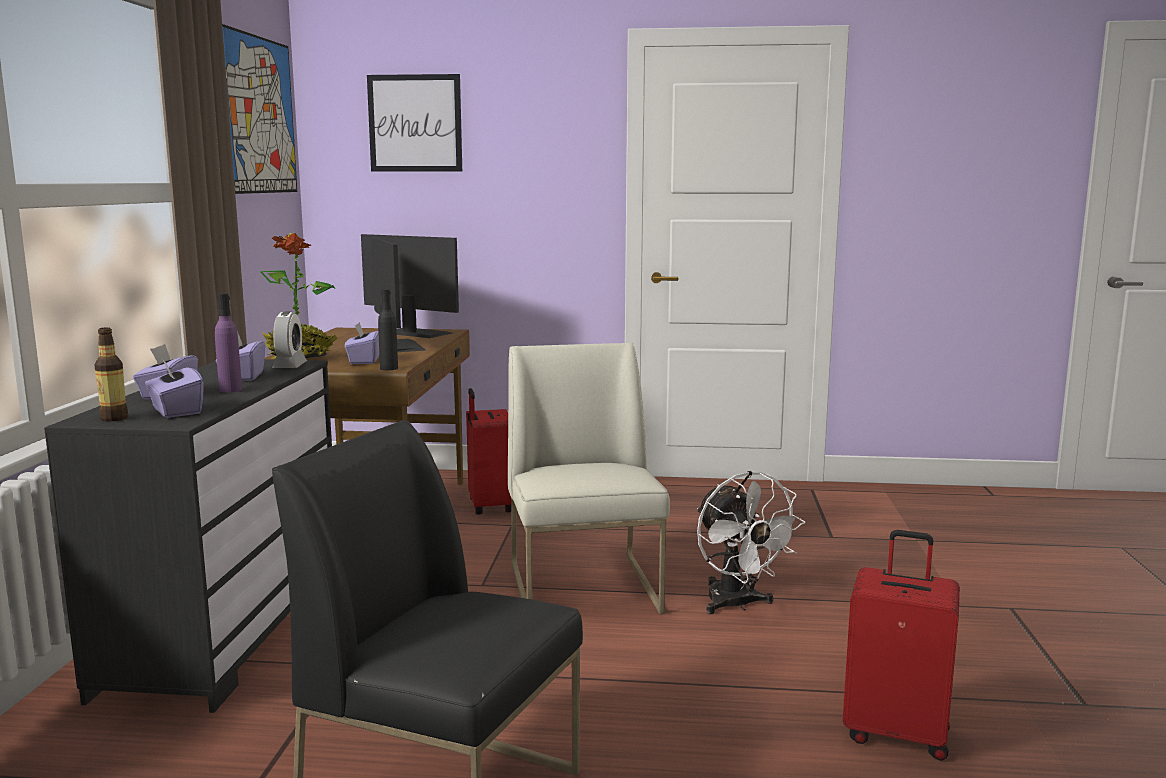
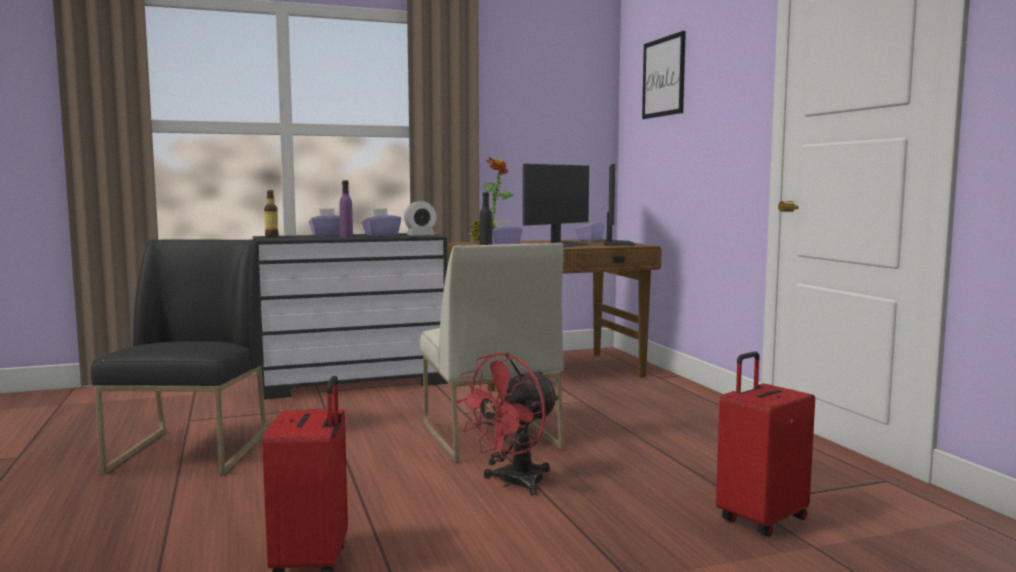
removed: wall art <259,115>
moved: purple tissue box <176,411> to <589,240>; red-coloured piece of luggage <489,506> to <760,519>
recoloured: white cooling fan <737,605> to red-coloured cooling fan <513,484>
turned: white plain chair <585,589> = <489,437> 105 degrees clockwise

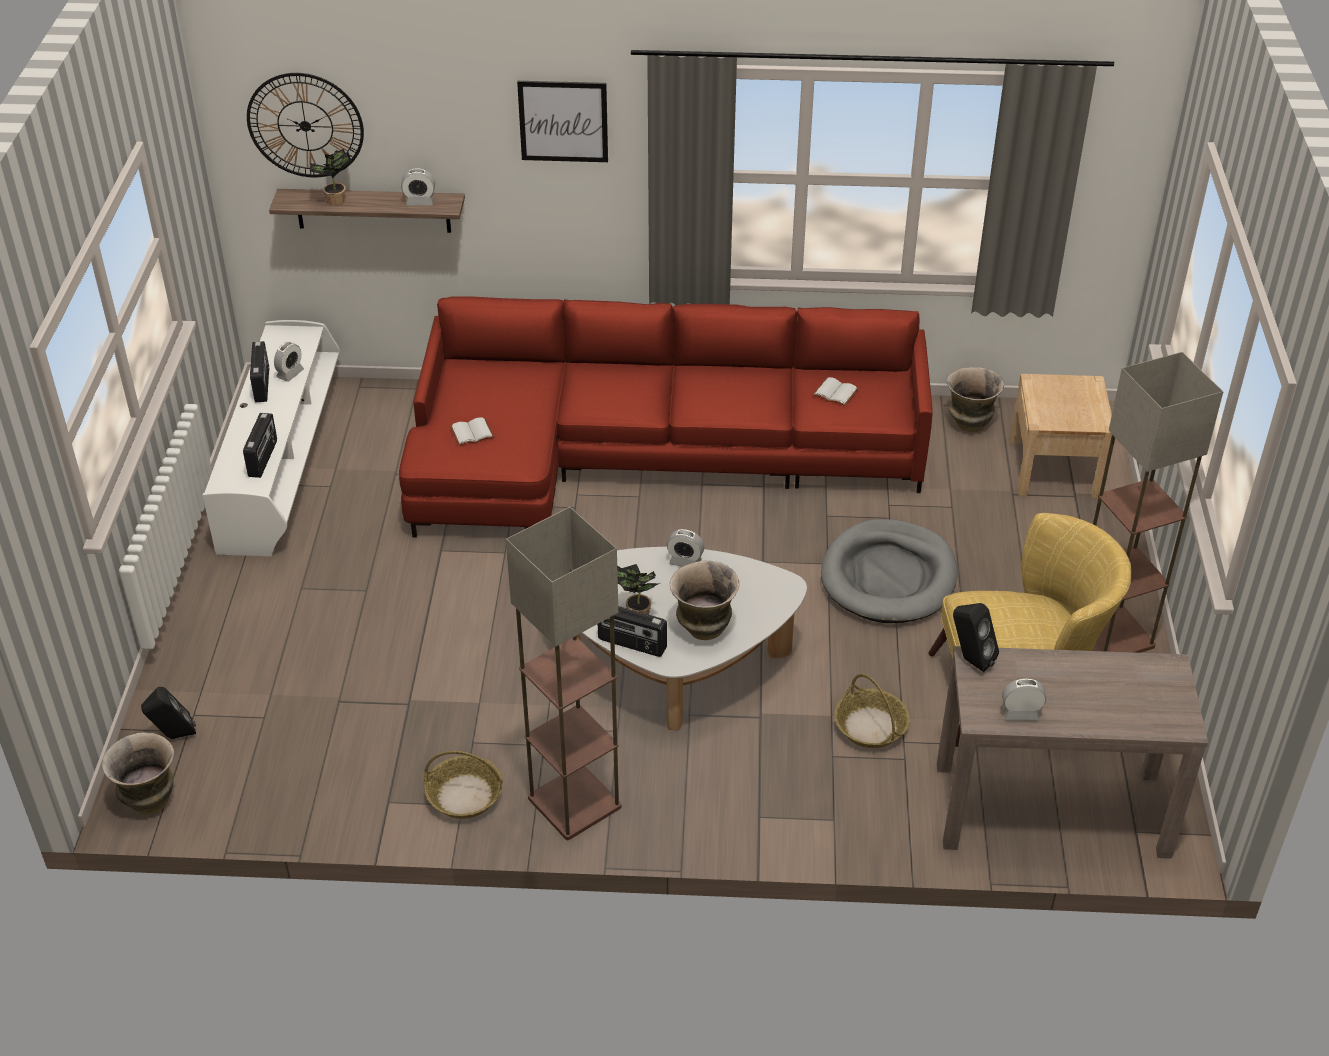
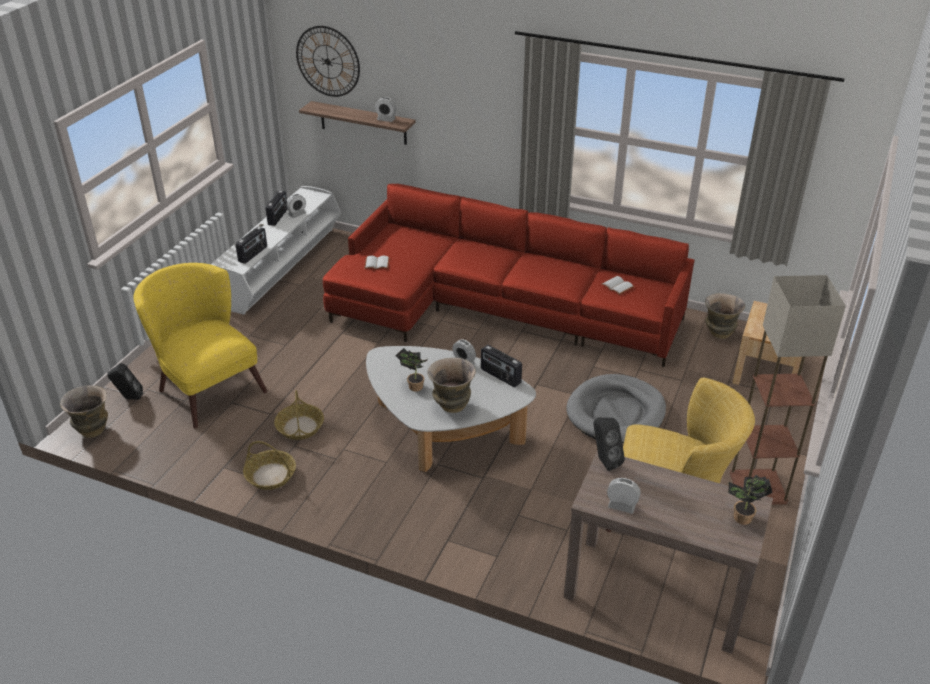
removed: wall art <563,121>; floor lamp <572,802>
added: yellowish easy chair <207,386>
moved: plant in a pot <335,202> to <741,520>; radio set <632,644> to <500,376>; storage basket <870,726> to <300,427>

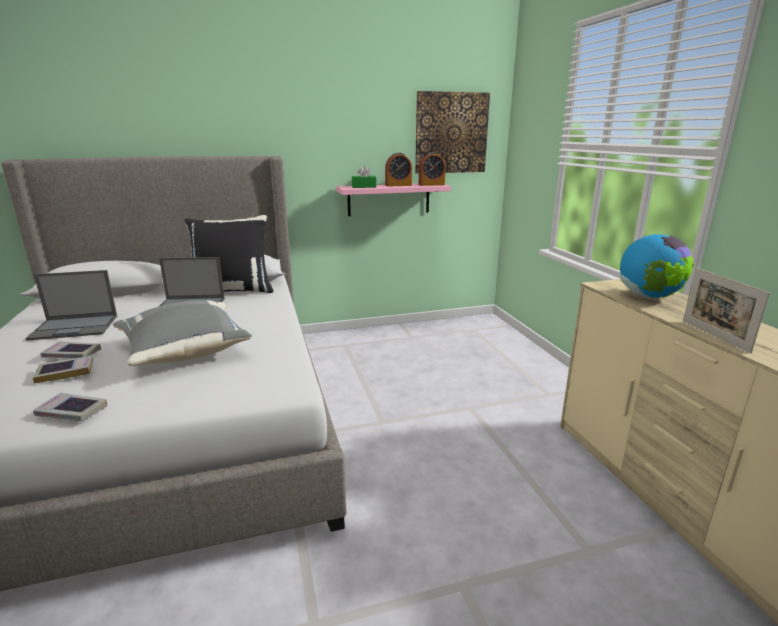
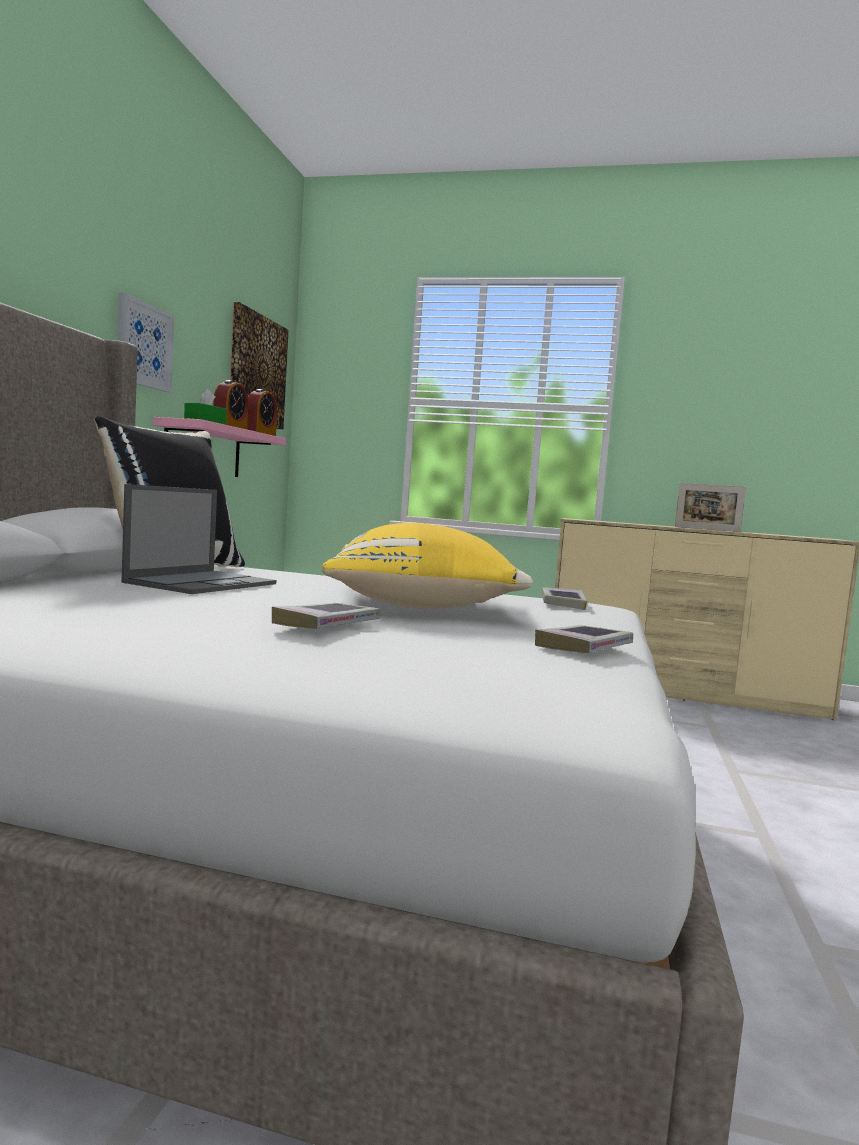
removed: desk globe <649,297>; portable computer <75,327>
added: wall art <144,345>
moved: book <65,372> to <562,603>
recoloured: grey throw pillow <185,352> to yellowish throw pillow <422,607>

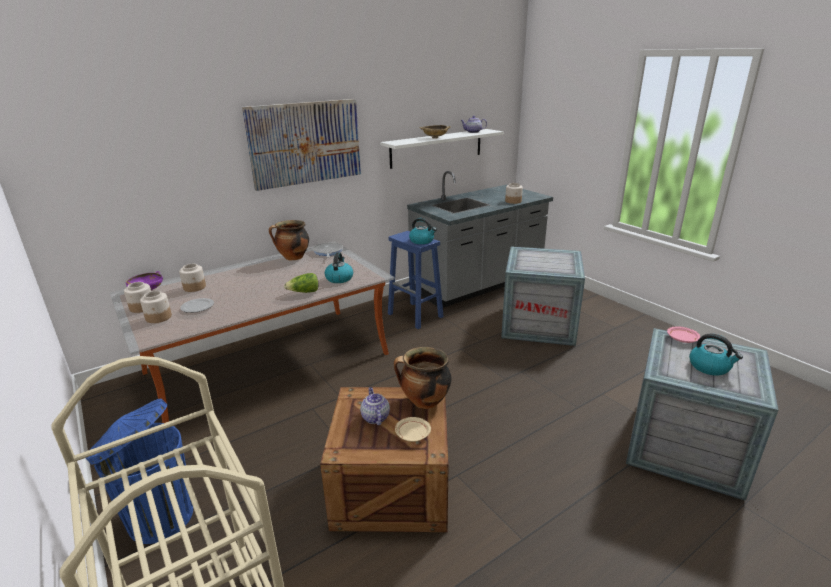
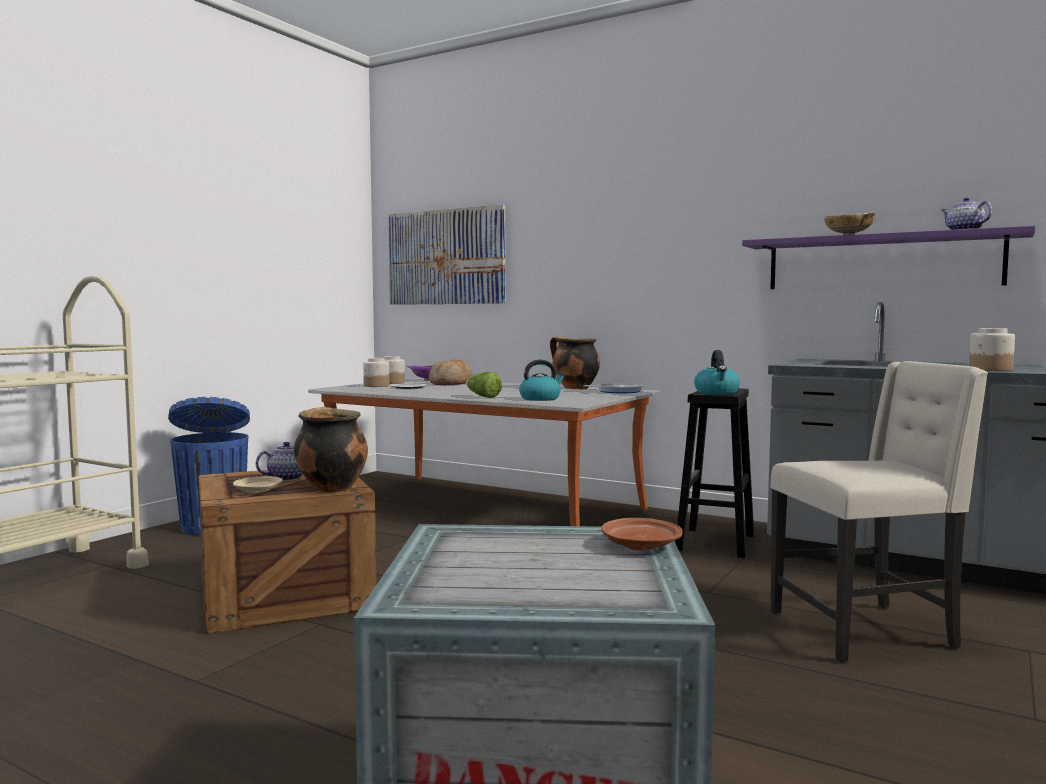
removed: water kettle <710,367>
moved: wall art <305,143> to <446,257>
replaced: crate <539,324> to beige-coloured plain chair <865,630>; preserve jar <195,287> to bread <451,384>
recoloured: white wall shelf <437,148> to purple wall shelf <881,262>; blue sitting stool <416,315> to blackish sitting stool <715,543>; pinkish dinner plate <682,339> to brown-coloured dinner plate <640,545>

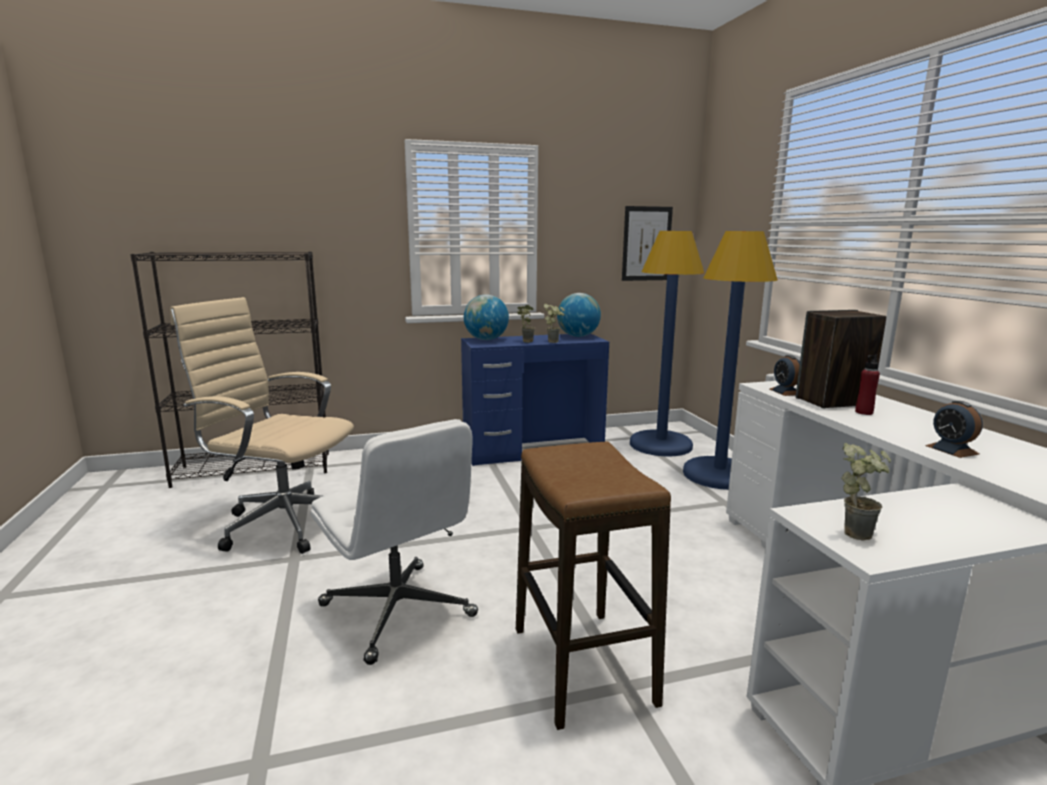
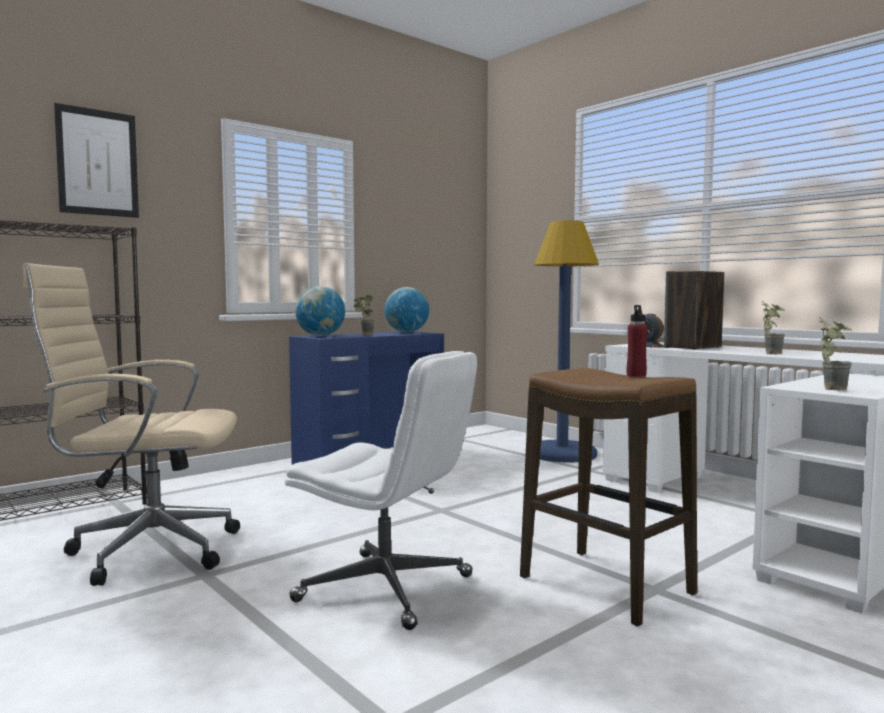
removed: blue floor lamp <660,445>; table clock <952,450>
moved: wall art <646,243> to <97,162>; plant in a pot <554,341> to <771,353>; red-coloured bottle <864,412> to <636,375>

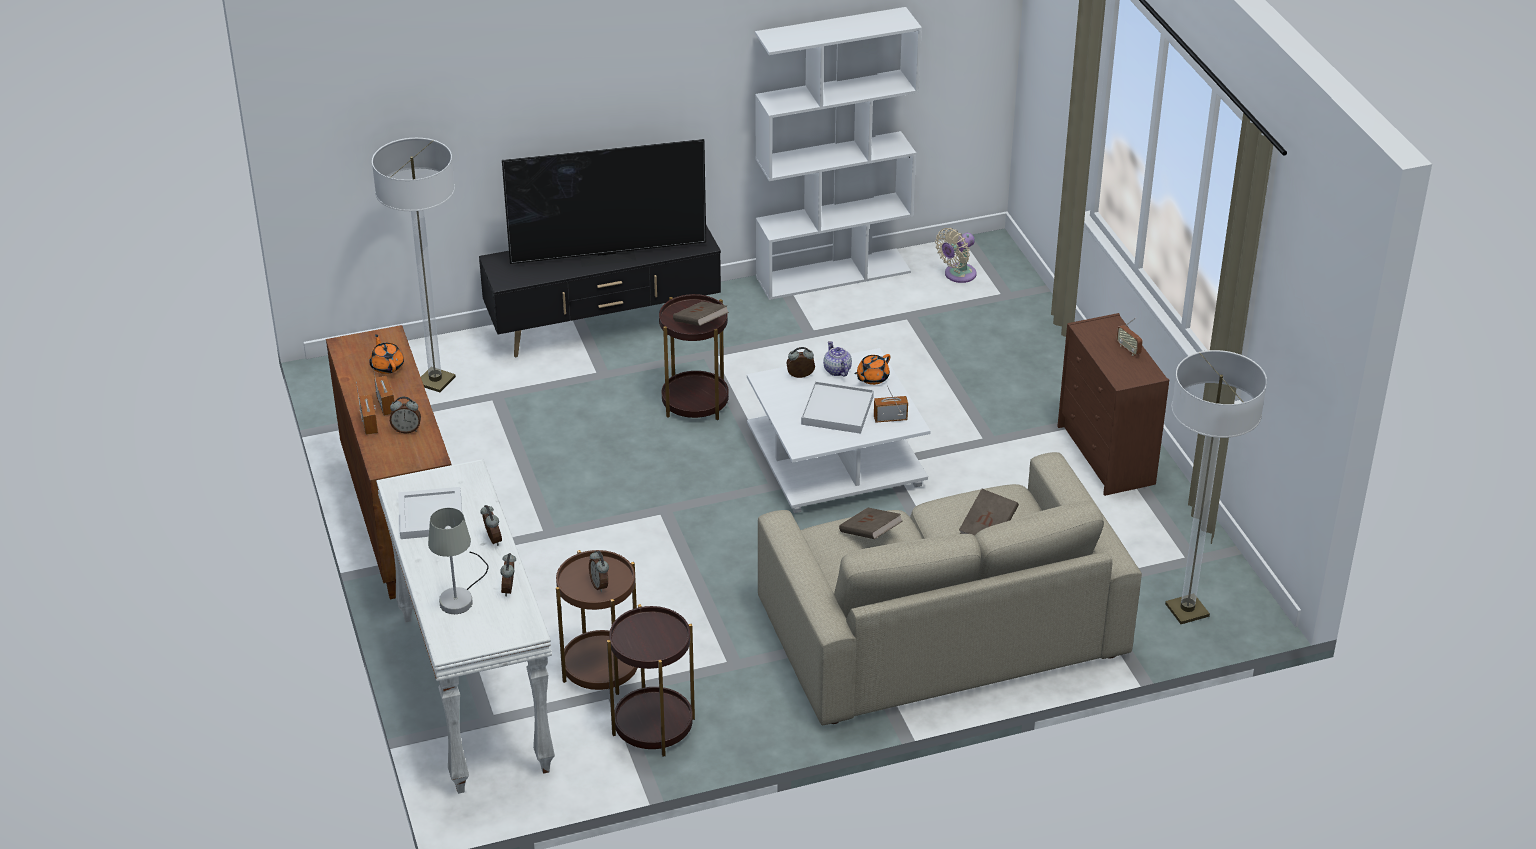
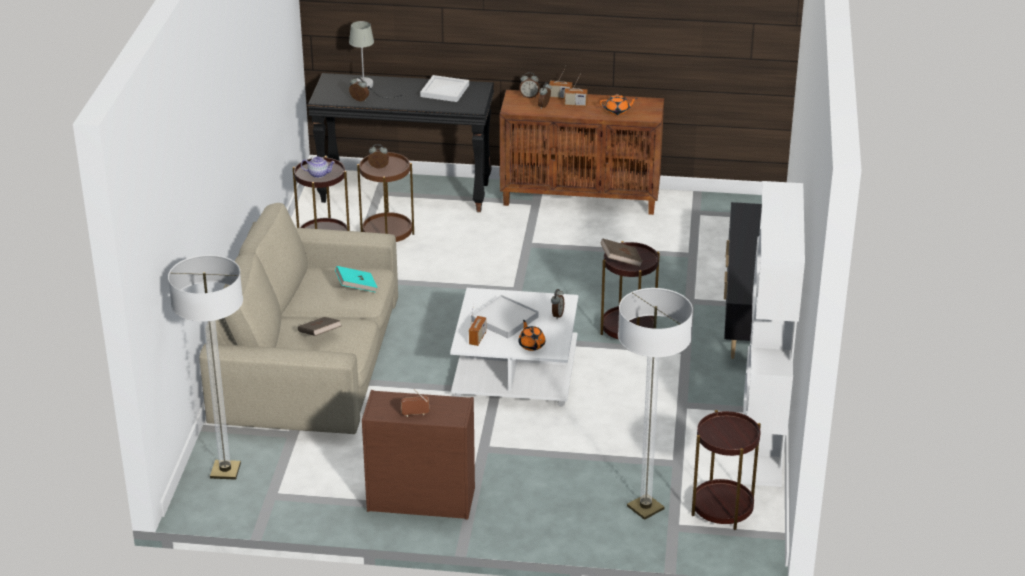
removed: TV set <608,255>
moved: floor lamp <435,381> to <645,508>; tea pot <836,370> to <319,174>; table clock <492,540> to <529,96>
replaced: beige-coloured cooling fan <957,275> to brown-coloured end table <722,509>
recoloured: white console table <472,692> to blackish console table <406,192>; brown-coloured book <870,534> to turquoise book <356,287>

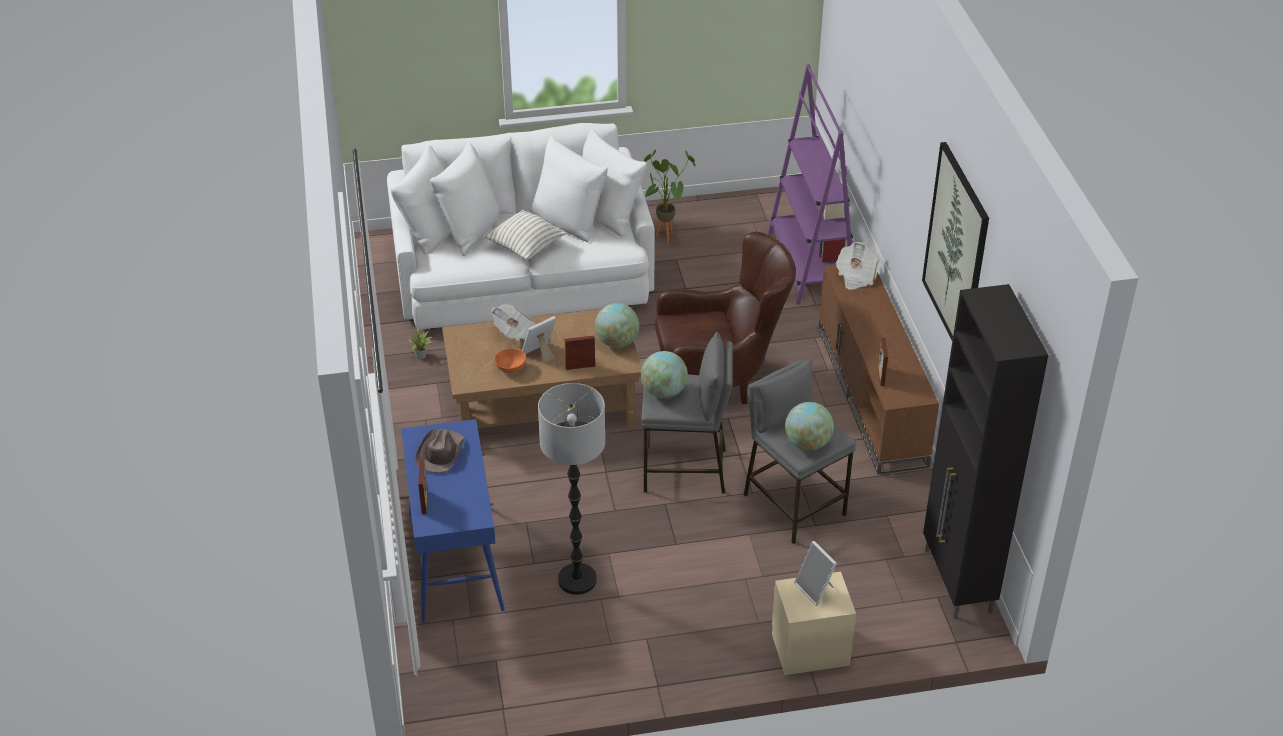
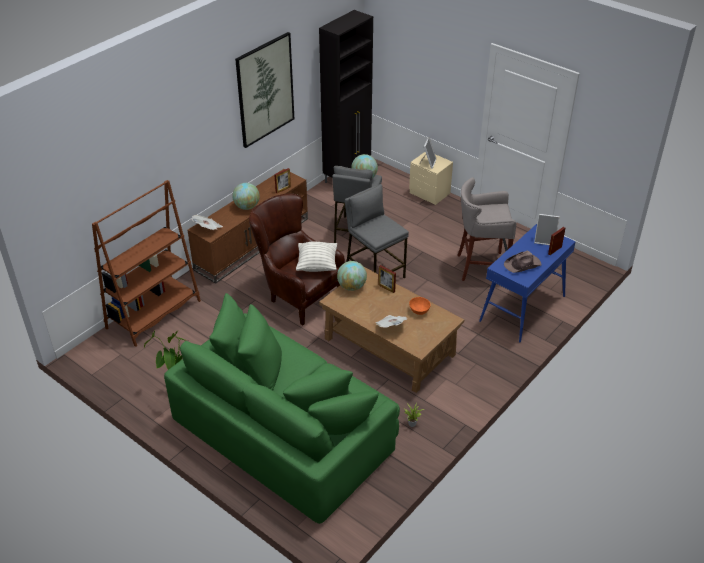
moved: throw pillow <525,248> to <317,265>; photo frame <540,354> to <545,240>; desk globe <663,392> to <247,207>
replaced: floor lamp <577,580> to grey sitting stool <480,267>
recoloured: purple shelving unit <810,264> to brown-coloured shelving unit <154,314>; white settee <523,273> to greenish settee <286,431>

